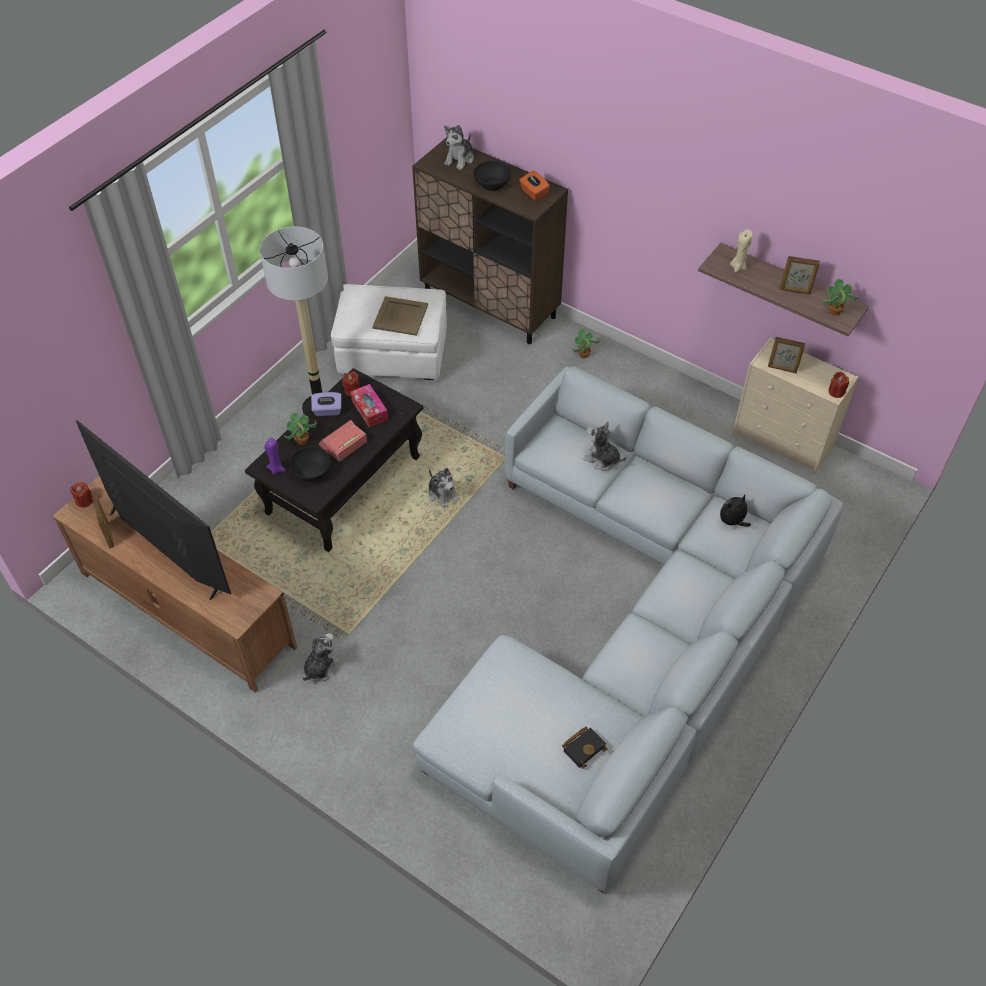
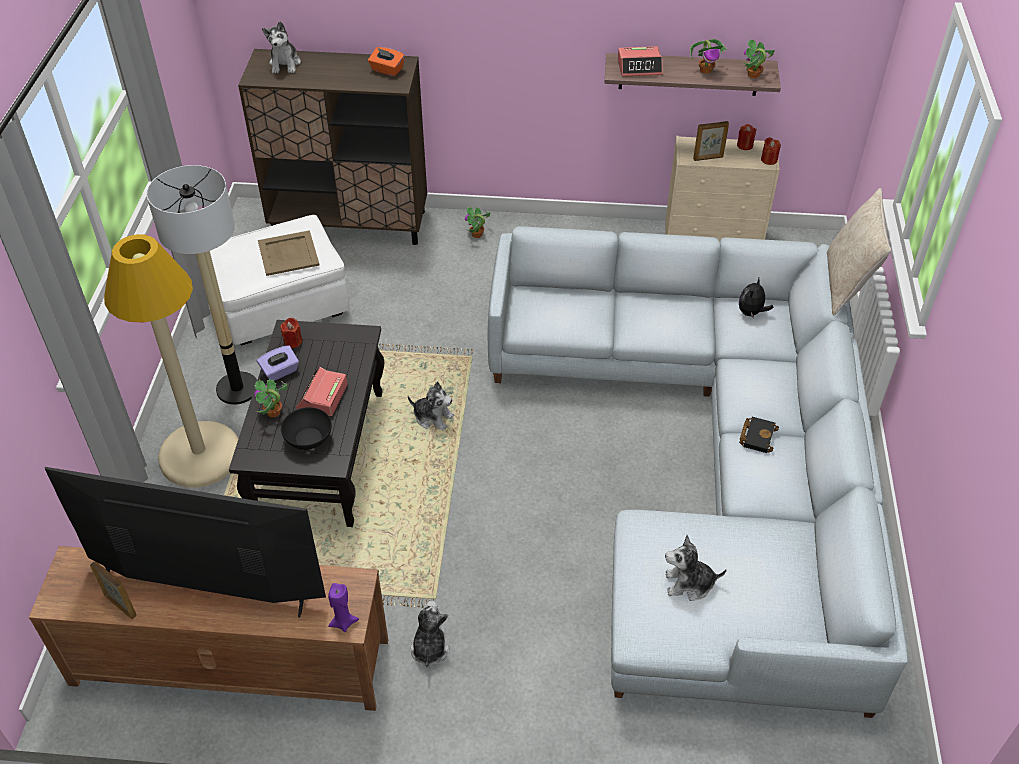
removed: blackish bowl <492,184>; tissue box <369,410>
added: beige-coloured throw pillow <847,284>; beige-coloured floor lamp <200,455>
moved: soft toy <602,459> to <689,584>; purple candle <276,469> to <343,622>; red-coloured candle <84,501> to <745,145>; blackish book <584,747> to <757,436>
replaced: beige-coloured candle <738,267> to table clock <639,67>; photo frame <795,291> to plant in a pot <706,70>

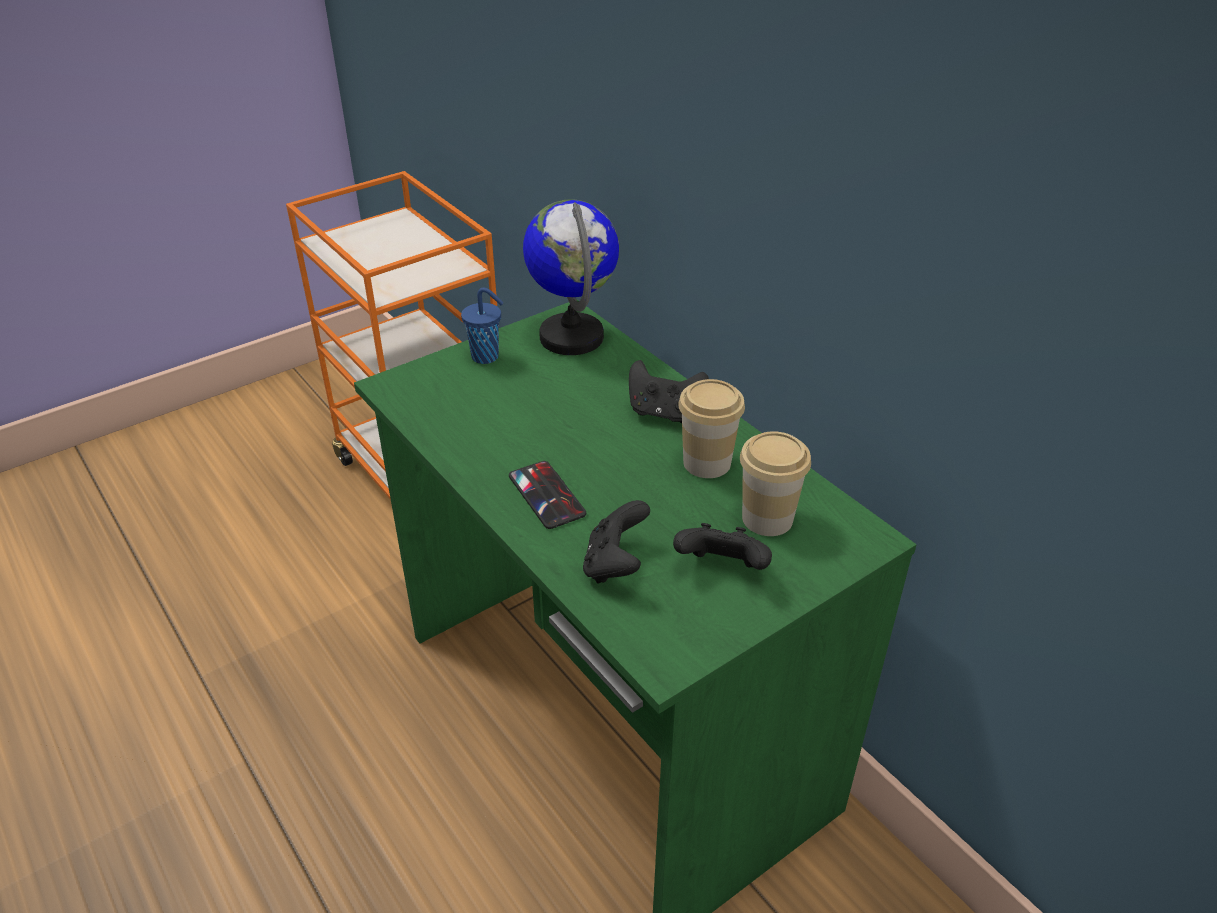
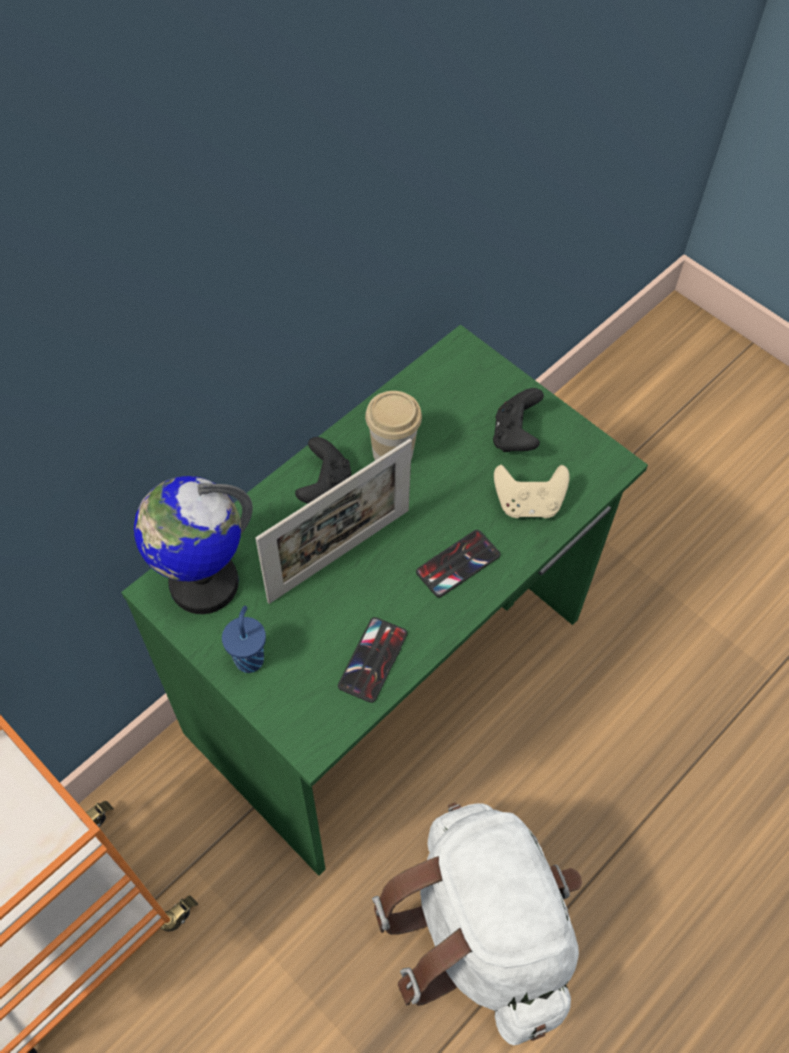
removed: cup <767,518>
added: photo frame <339,555>; handset <373,660>; white backpack <482,932>
recoloured: blackish game controller <615,565> to beige-coloured game controller <528,503>

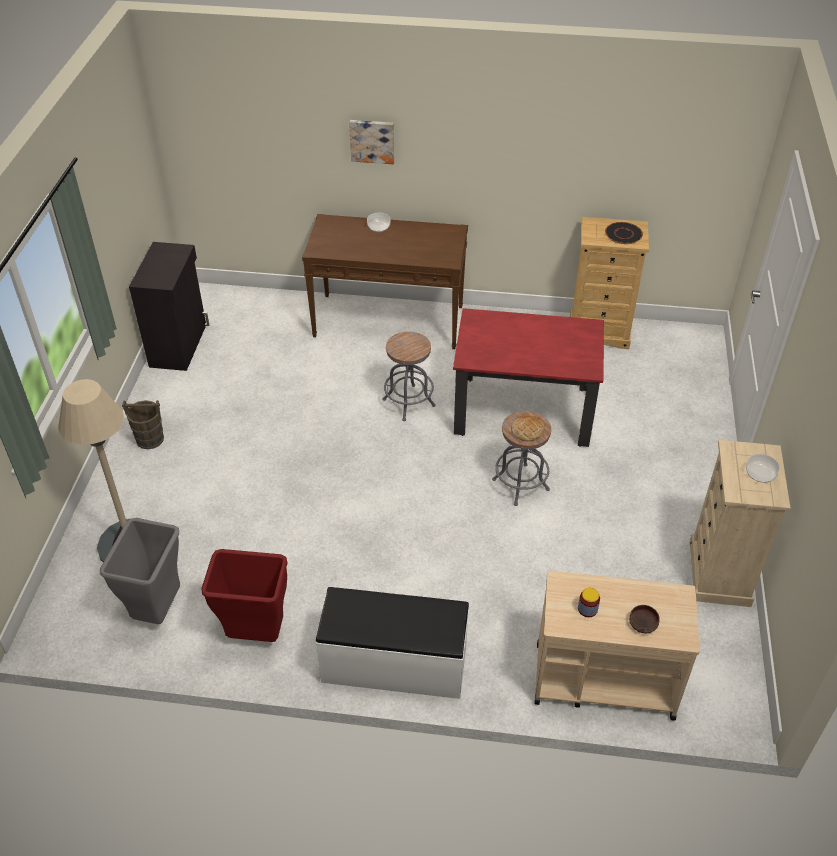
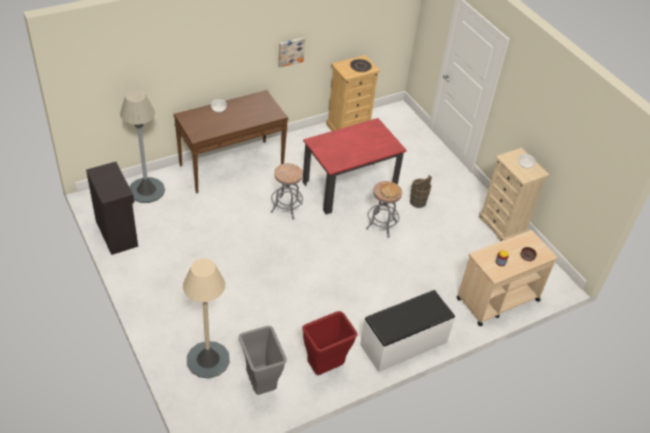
added: grey floor lamp <146,190>
moved: wall art <372,140> to <290,51>; brown-coloured bucket <149,439> to <417,202>

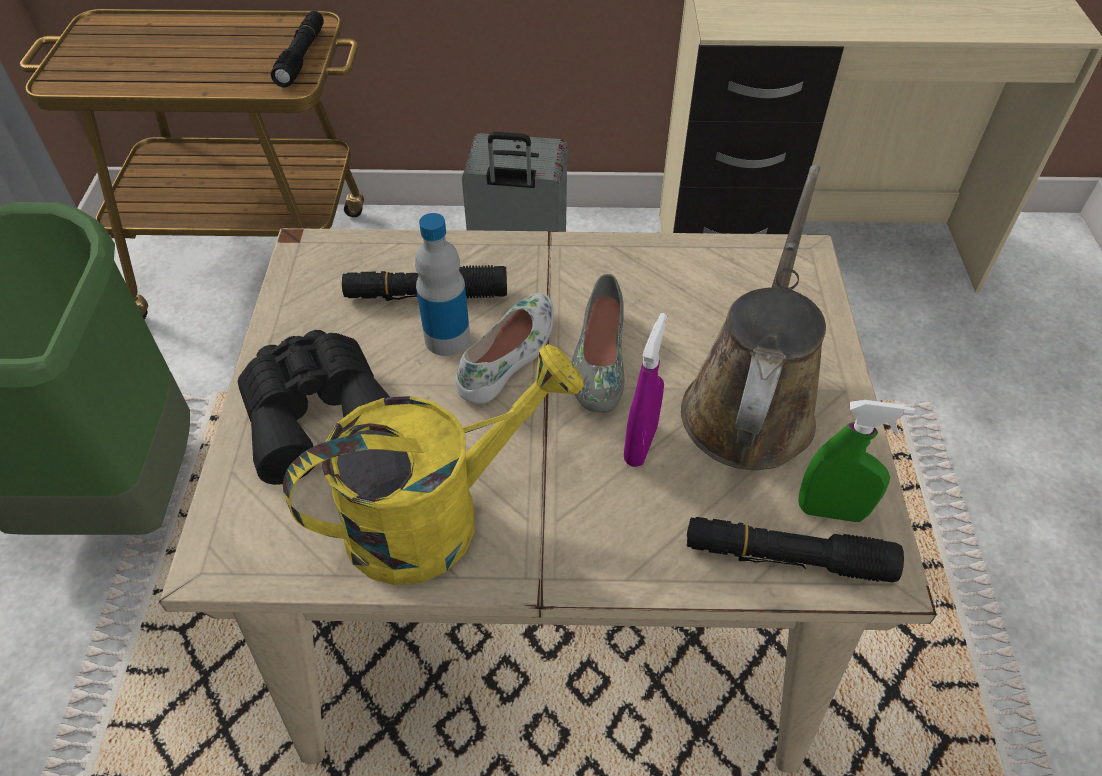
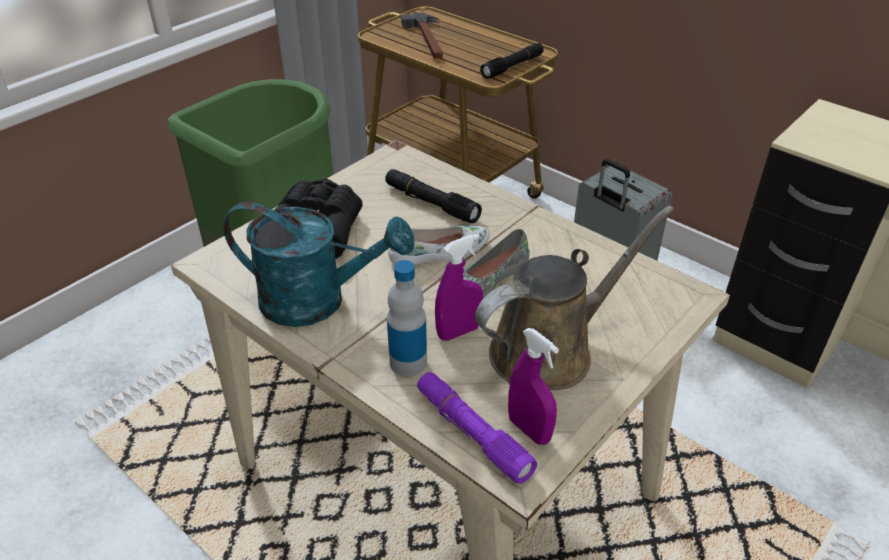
added: tool hammer <428,40>
moved: bottle <447,338> to <408,362>
recoloured: yellowish sprinkling can <436,515> to turquoise sprinkling can <318,301>; greenish spray bottle <831,511> to purple spray bottle <529,430>; blackish hand torch <786,557> to purple hand torch <472,433>

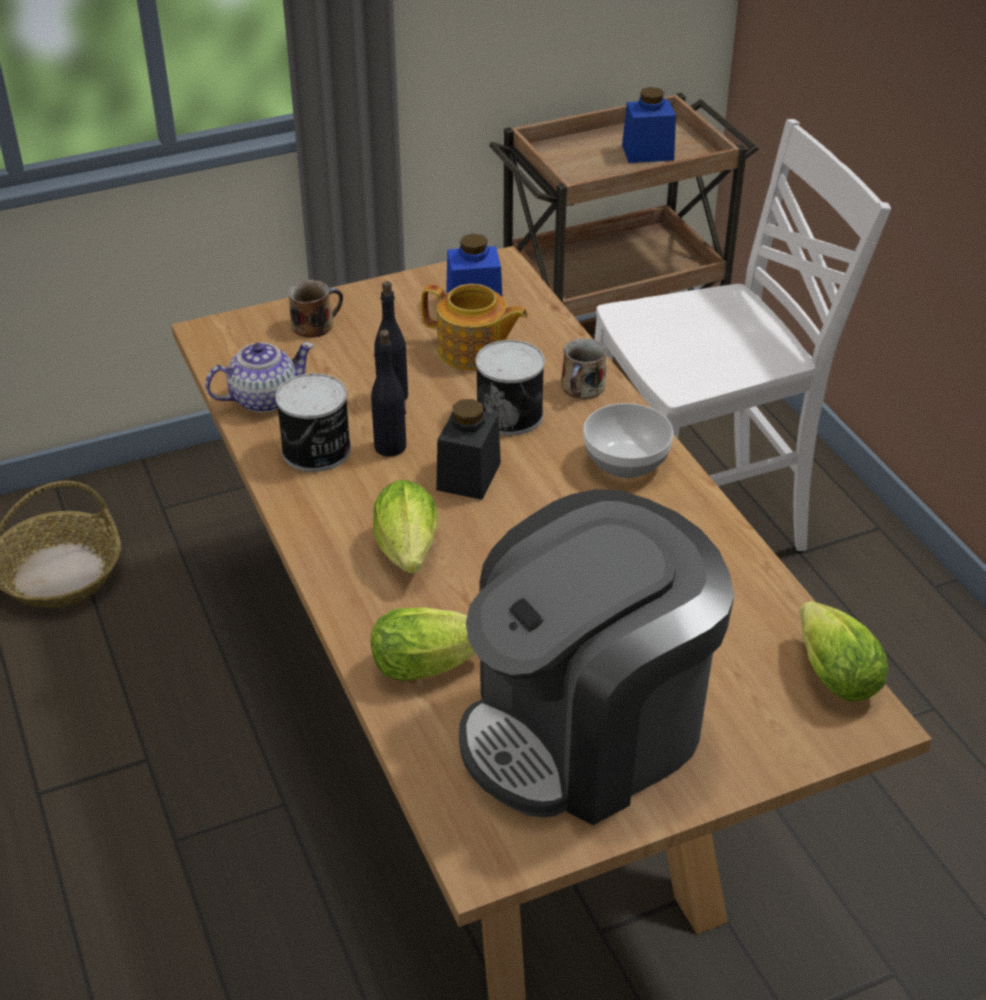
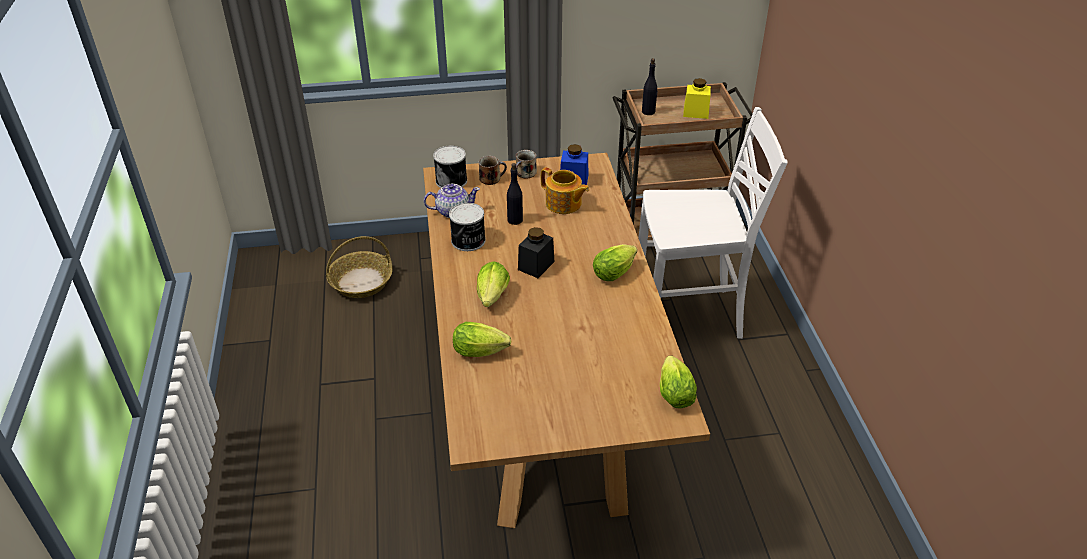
removed: coffee maker <586,730>
moved: blackish bottle <391,447> to <648,112>; coffee mug <582,387> to <525,173>; metal can <510,413> to <452,180>
replaced: bowl <624,462> to head of lettuce <615,272>
recoloured: blue preserve jar <647,152> to yellowish preserve jar <696,112>

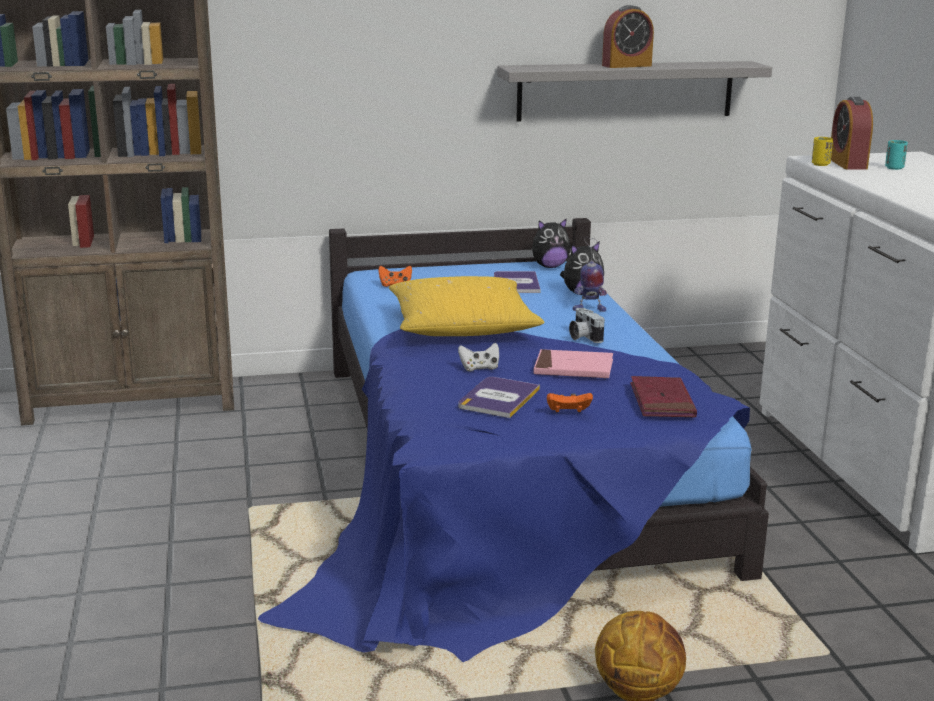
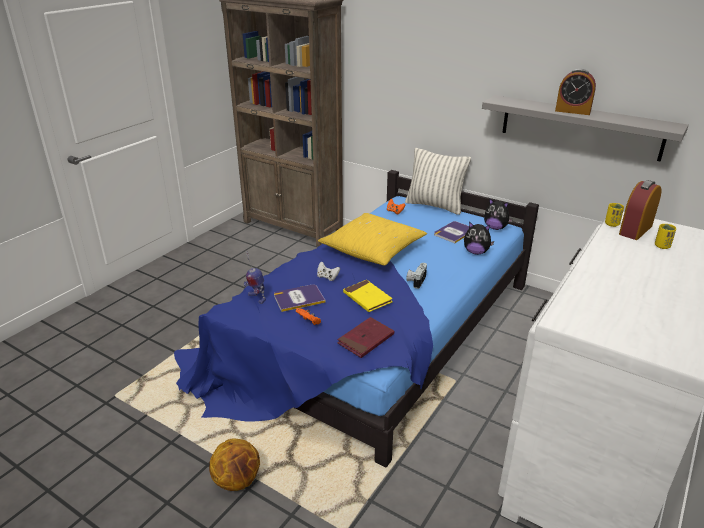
added: throw pillow <435,206>
moved: model robot <589,309> to <256,298>
recoloured: turquoise cup <894,168> to yellowish cup <662,246>; pinkish book <573,368> to yellowish book <367,298>

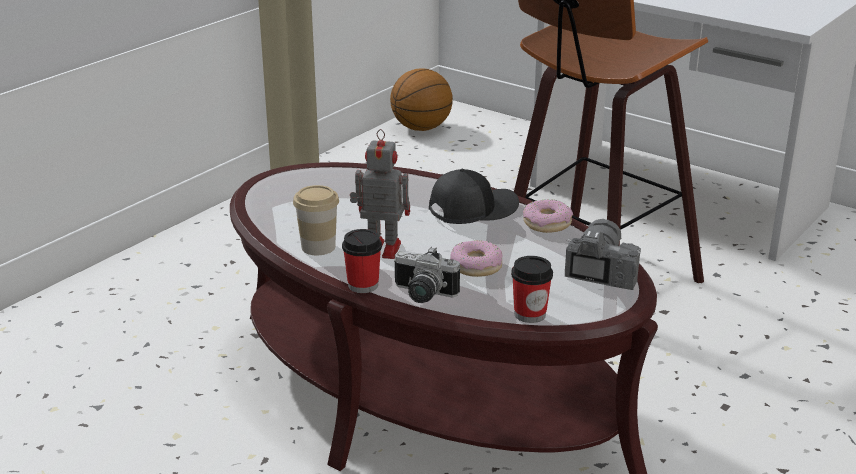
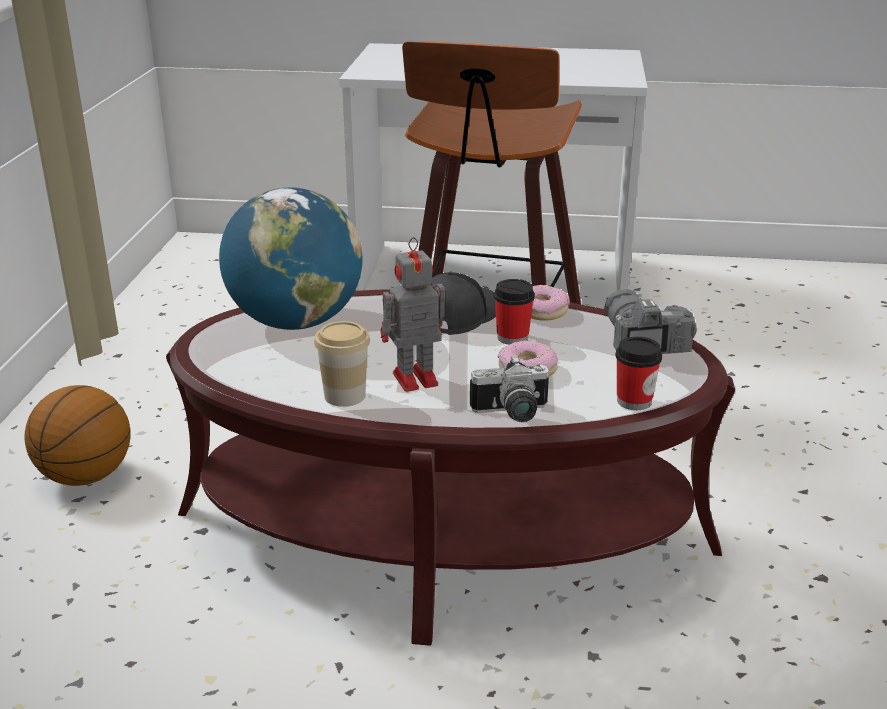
added: desk globe <295,322>
moved: ball for basketball <421,128> to <86,476>; cup <363,285> to <512,337>

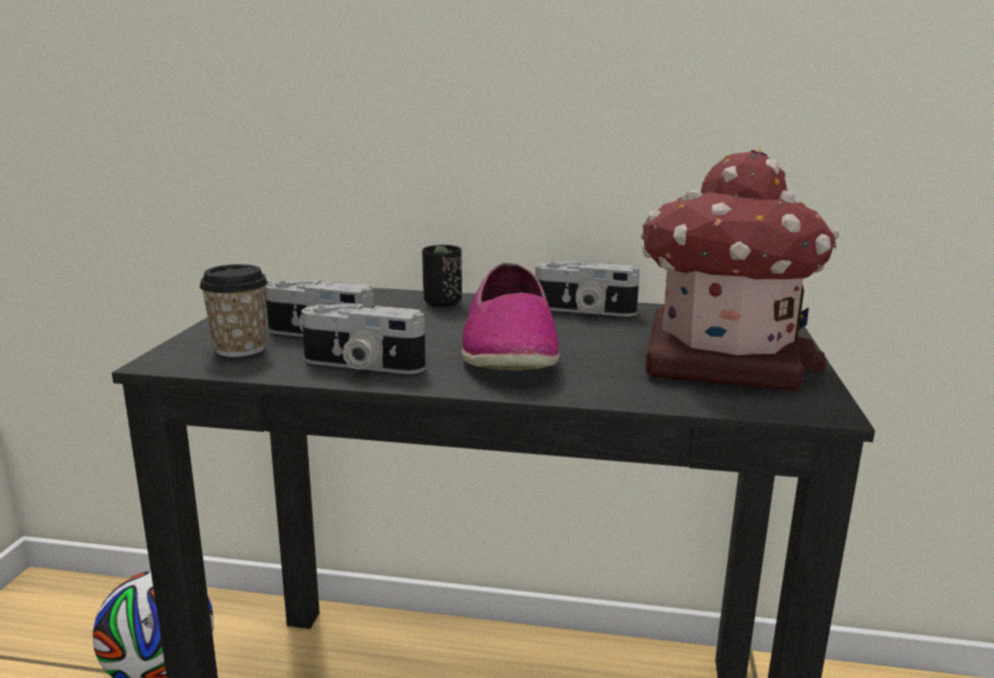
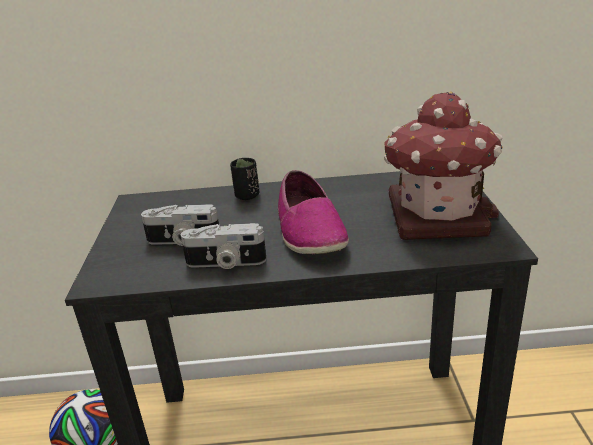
removed: still camera <584,311>; cup <240,349>

